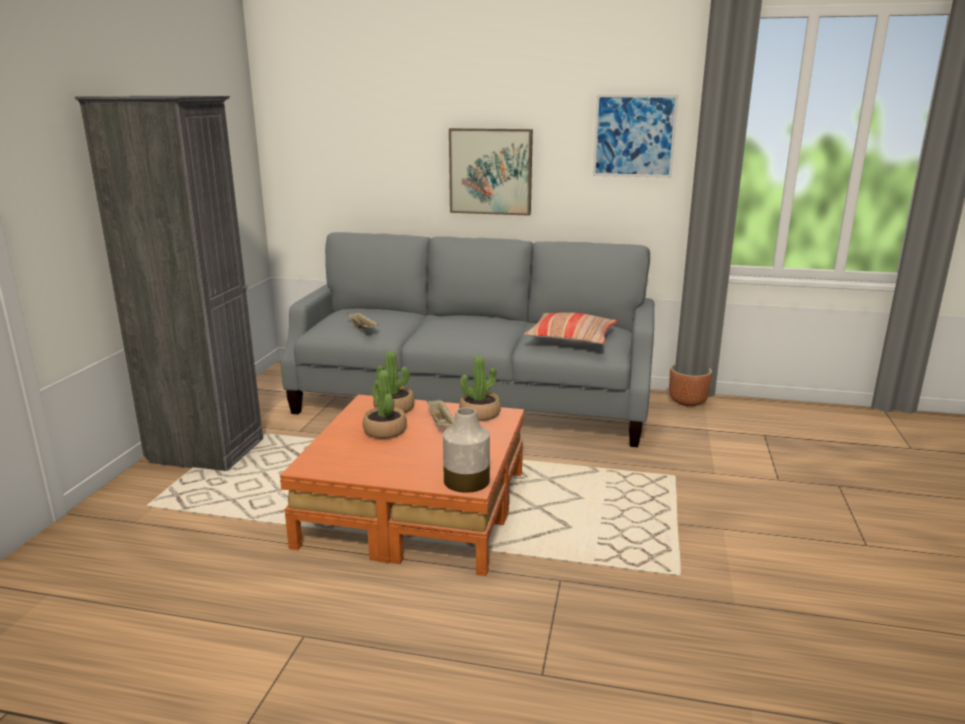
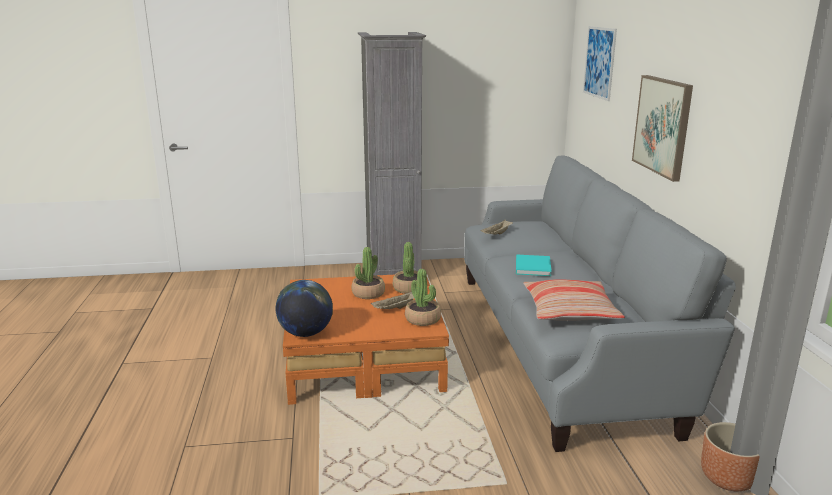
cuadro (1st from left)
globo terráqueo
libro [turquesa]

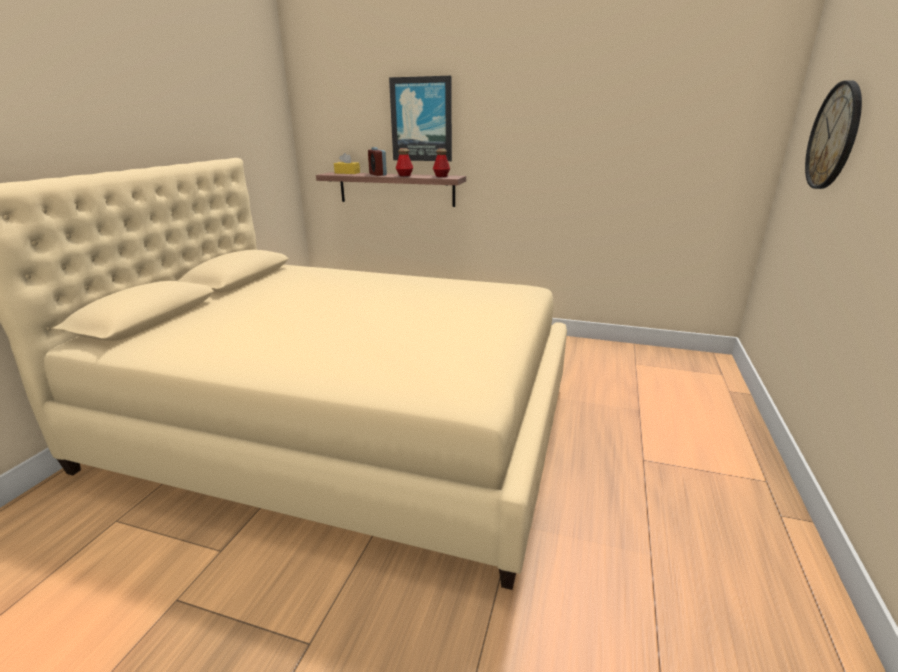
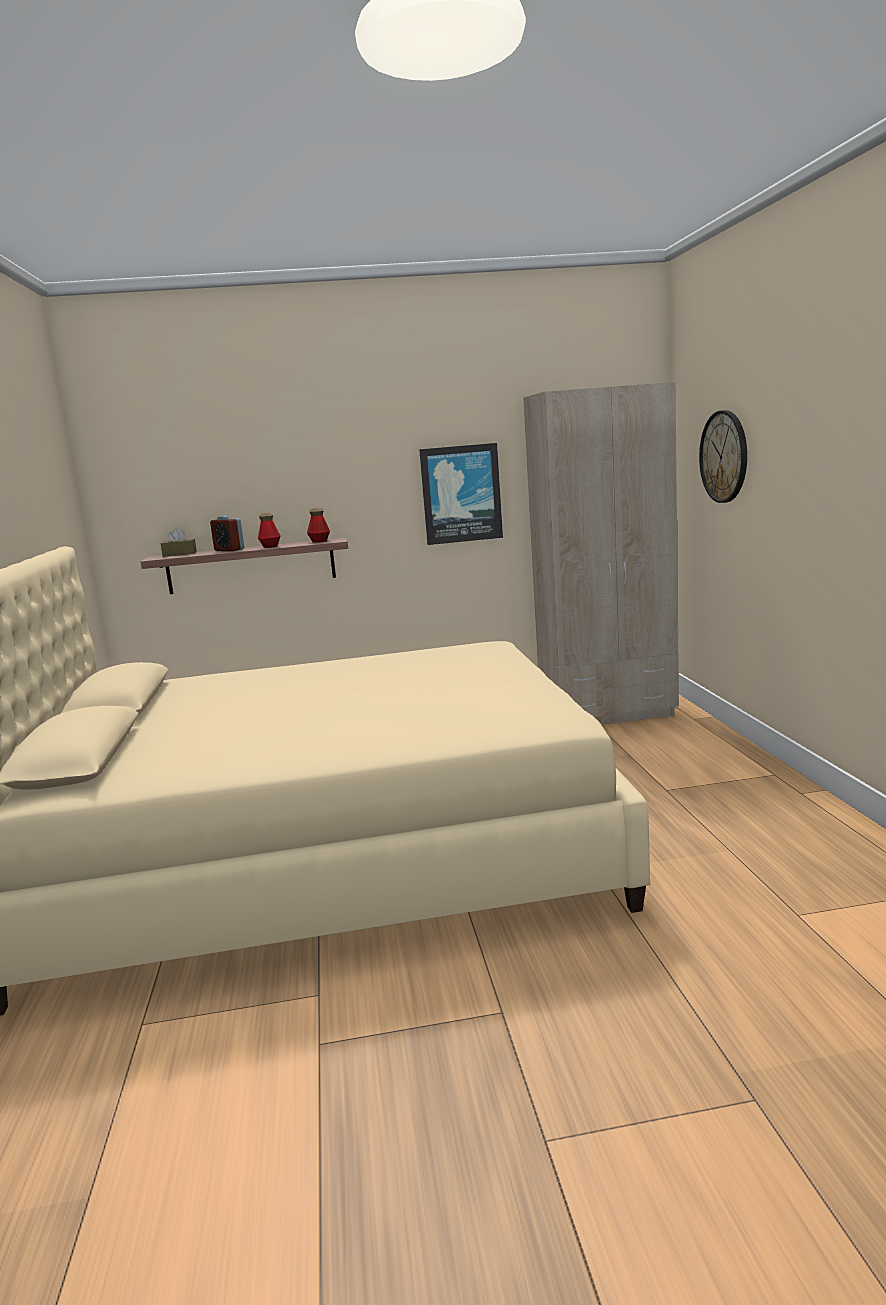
cuadro
caja de pañuelos [marrón]
armario ropero [beis]

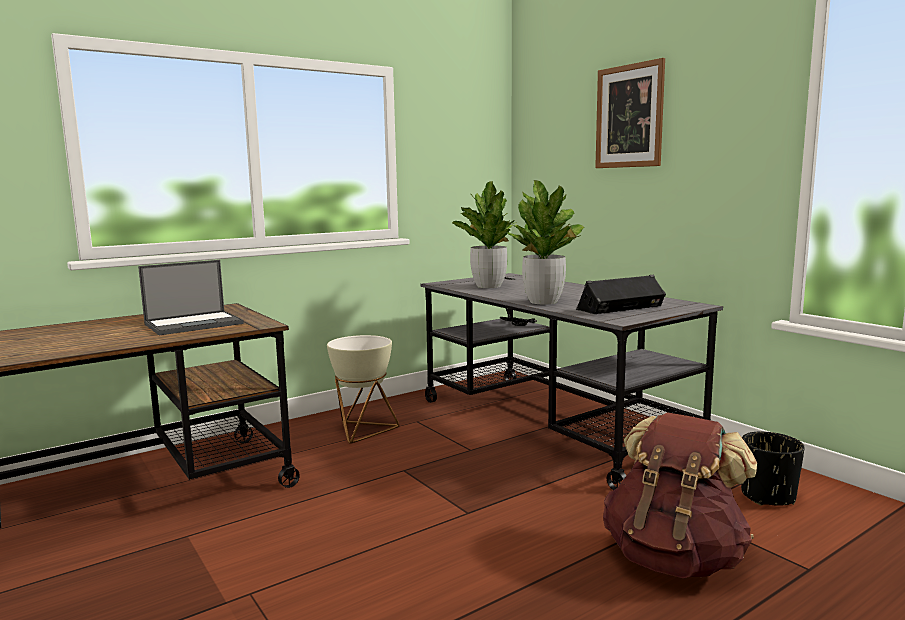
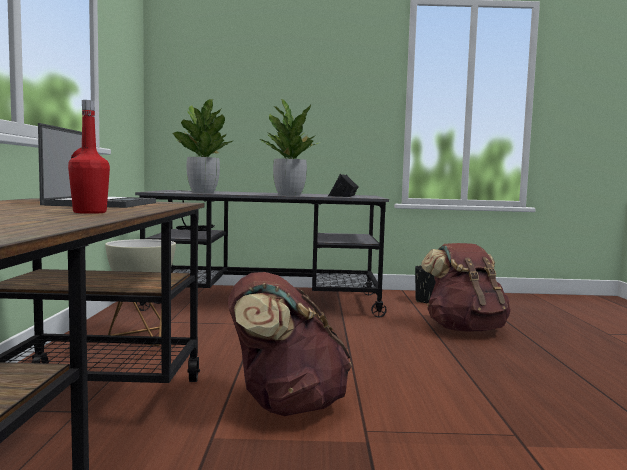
cuadro
botella [rojo]
mochila [marrón] (1st from left)

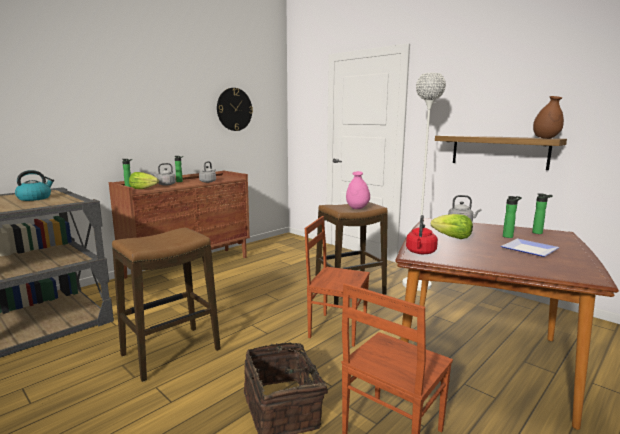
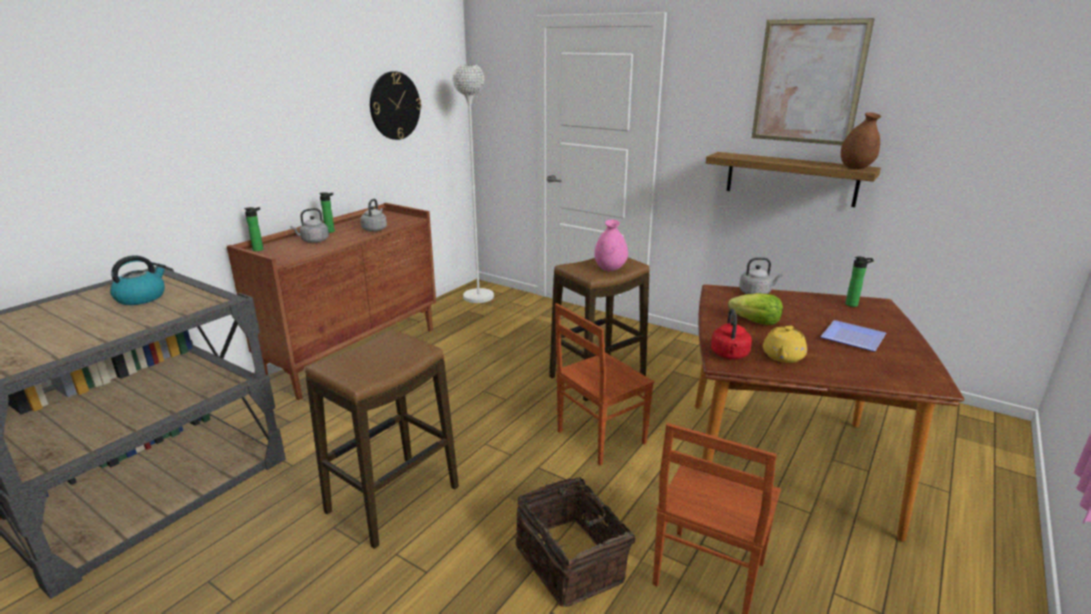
lámpara de pie [blanco]
lechuga (1st from left in the first image)
botella (3rd from left in the first image)
silla [marrón] (1st from left)
cuadro
tetera [amarillo]

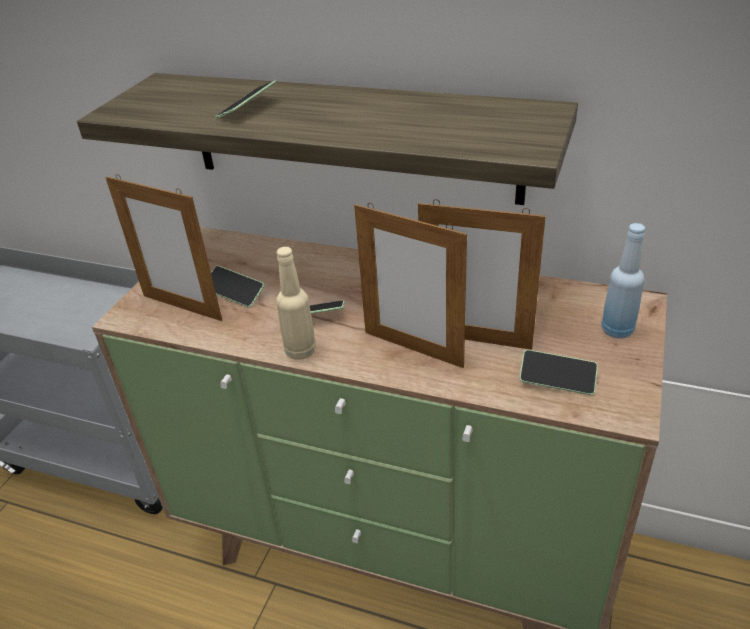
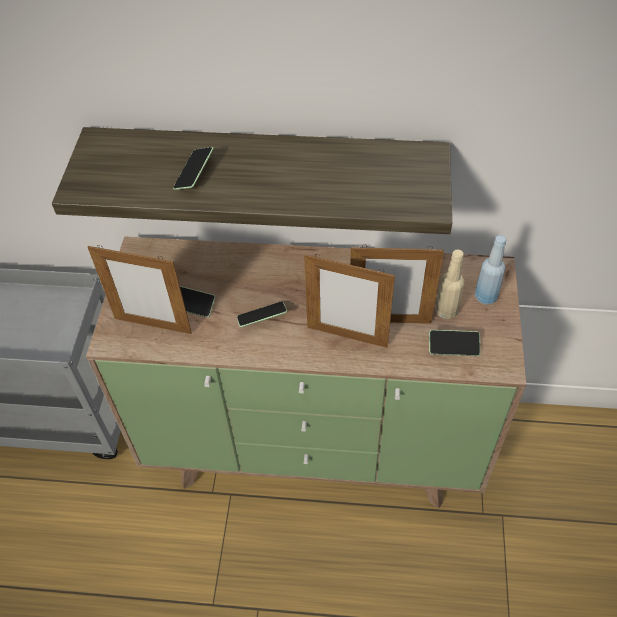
botella [beis]

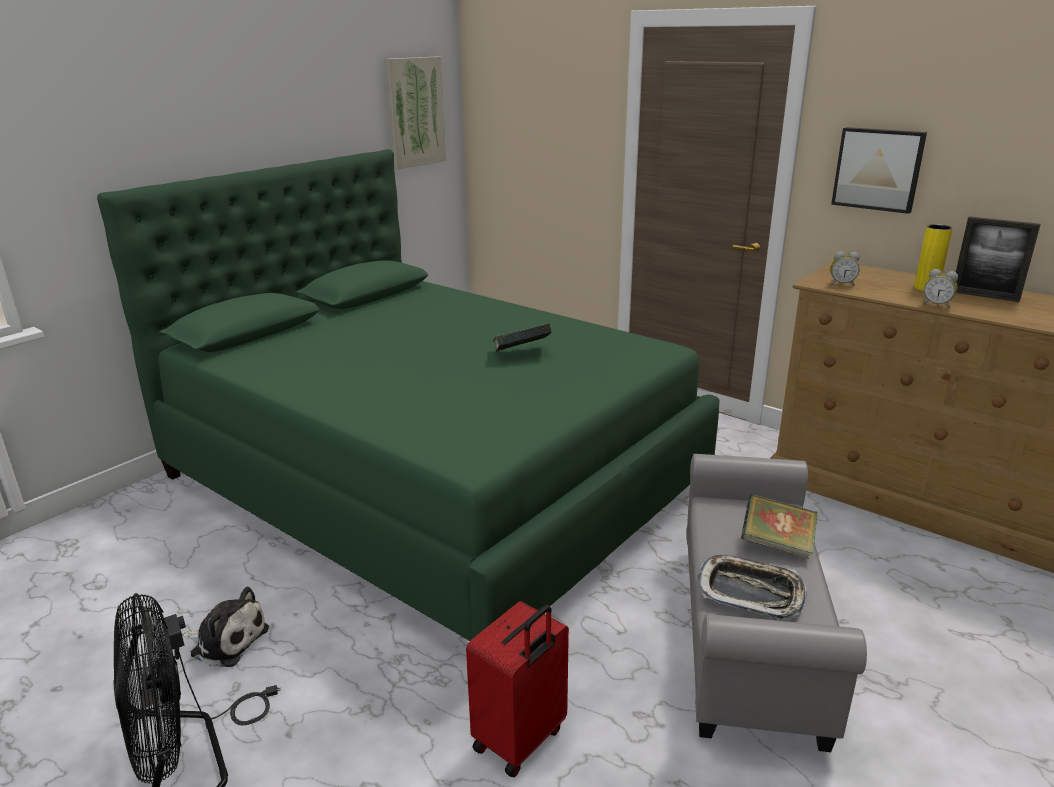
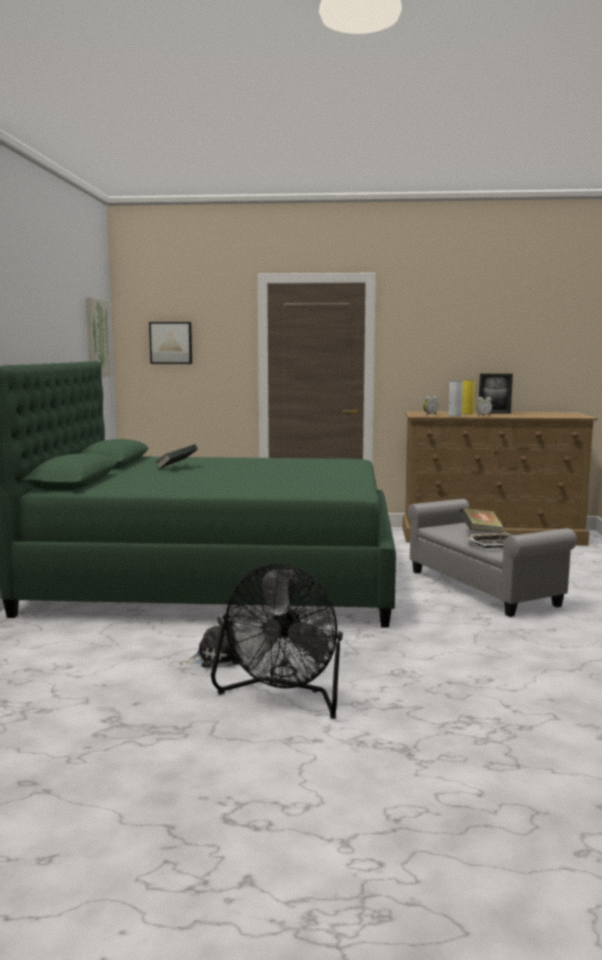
cuadro (2nd from left)
libro (1st from left)
maleta [rojo]
florero [gris]

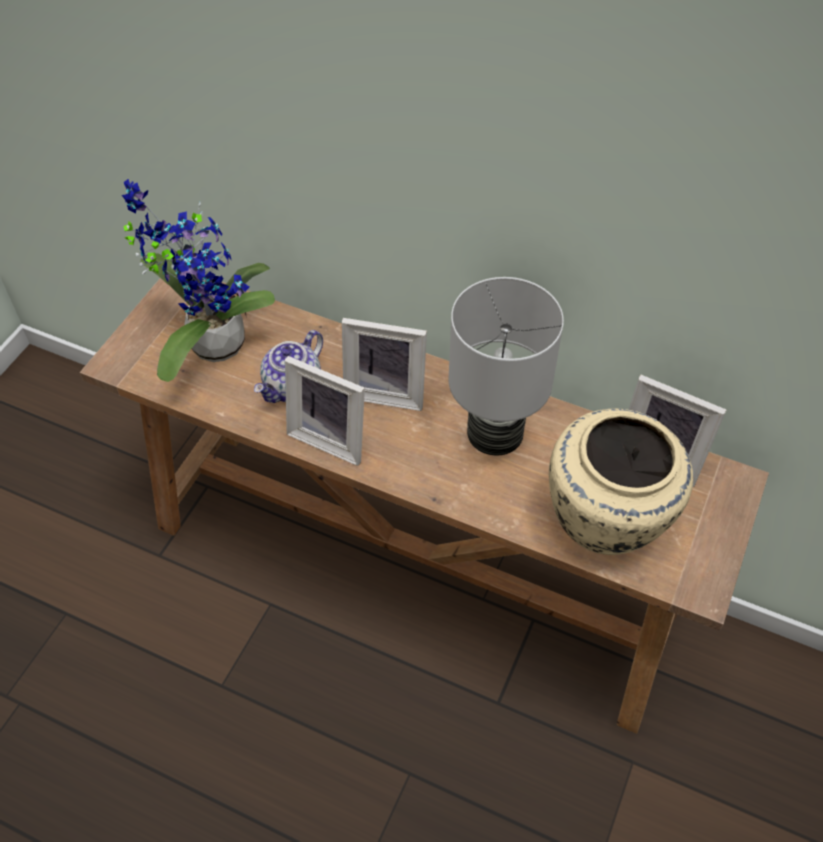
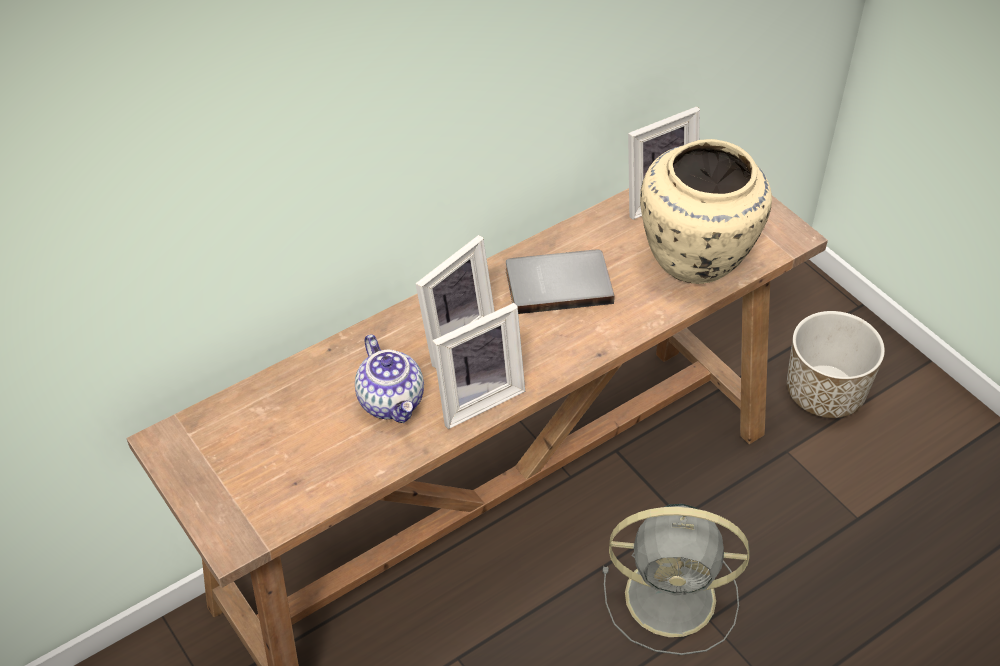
planta en maceta
libro [gris]
maceta
ventilador [gris]

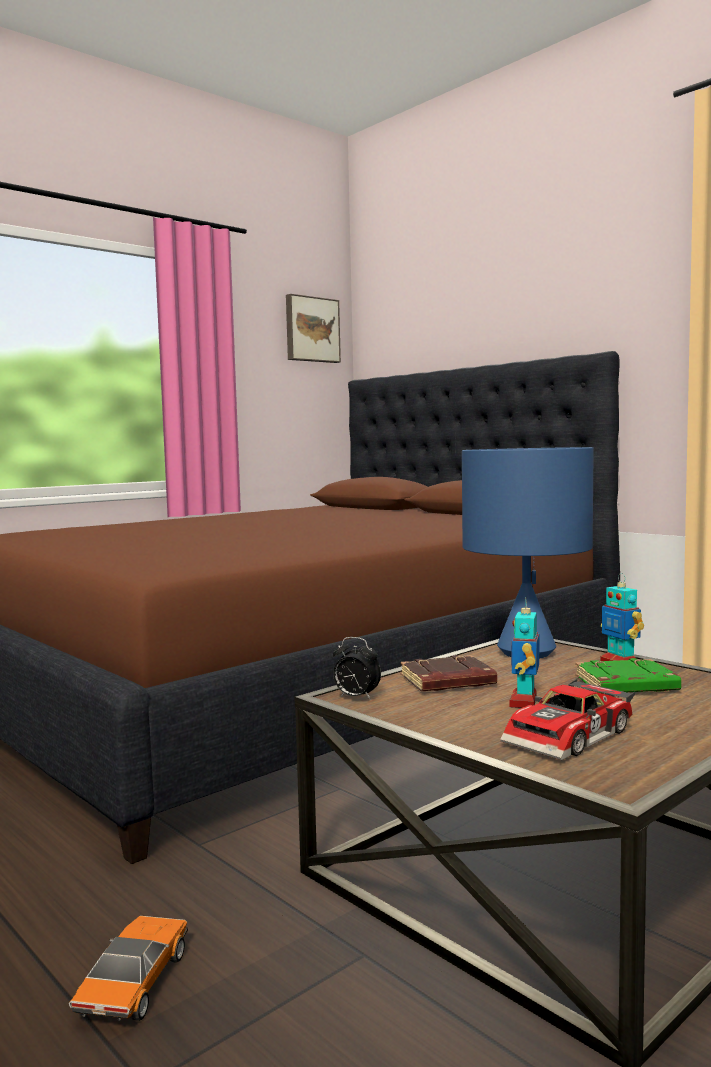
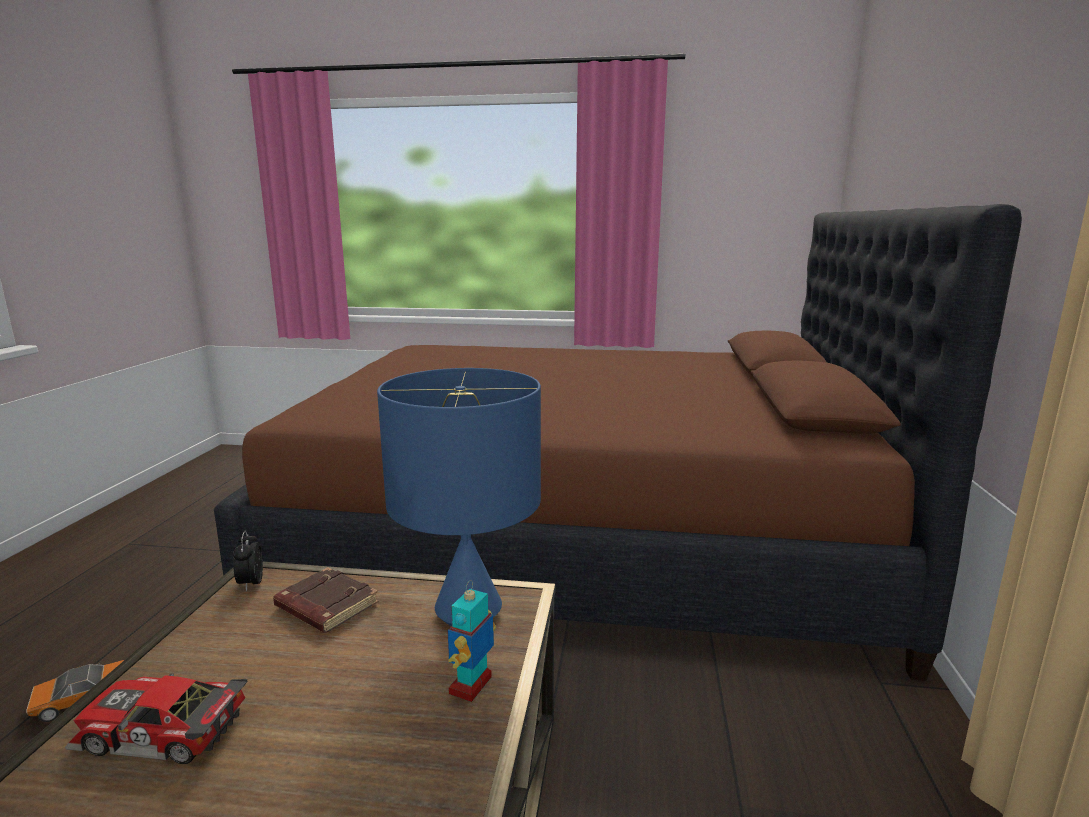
cuadro
robot de juguete (1st from left in the first image)
libro [verde]

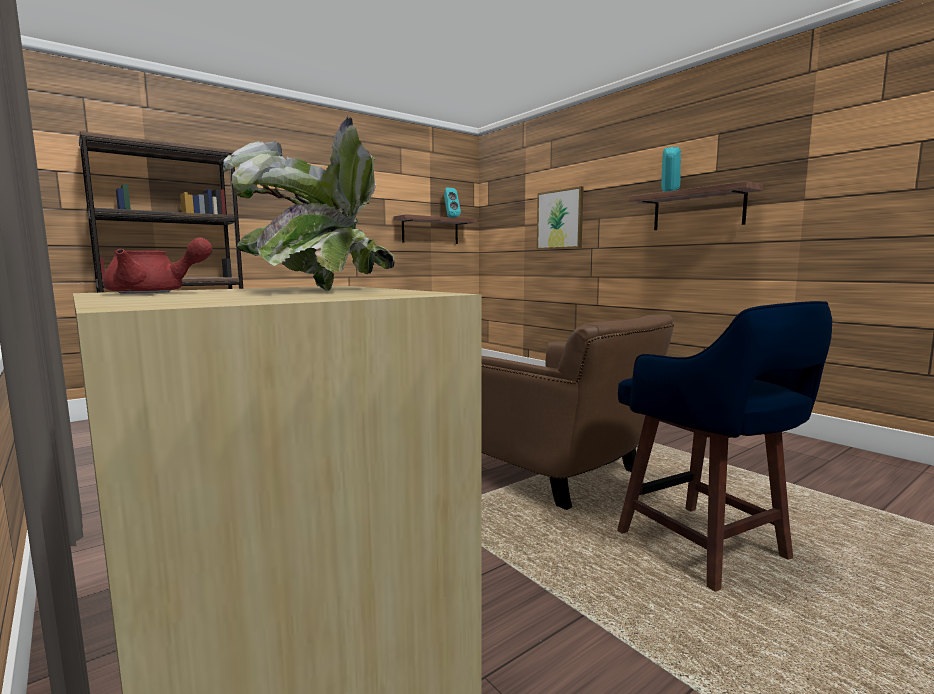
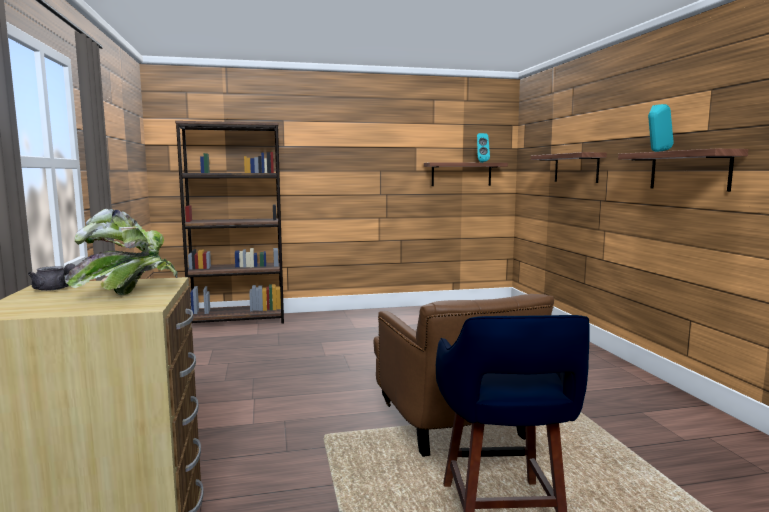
estante (2nd from left)
tetera [gris]

